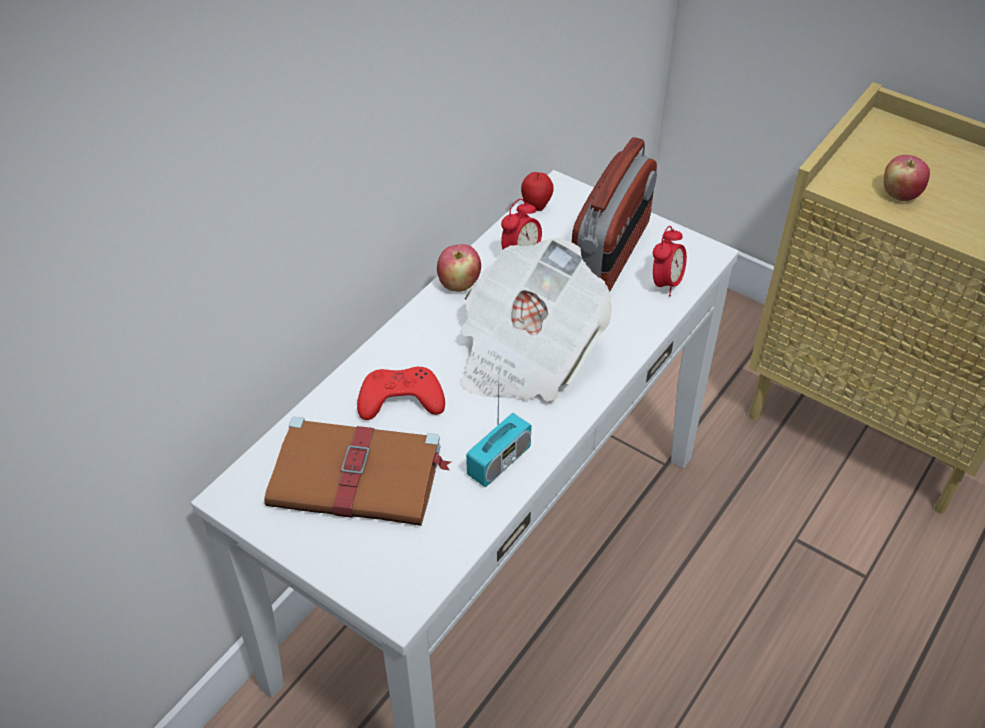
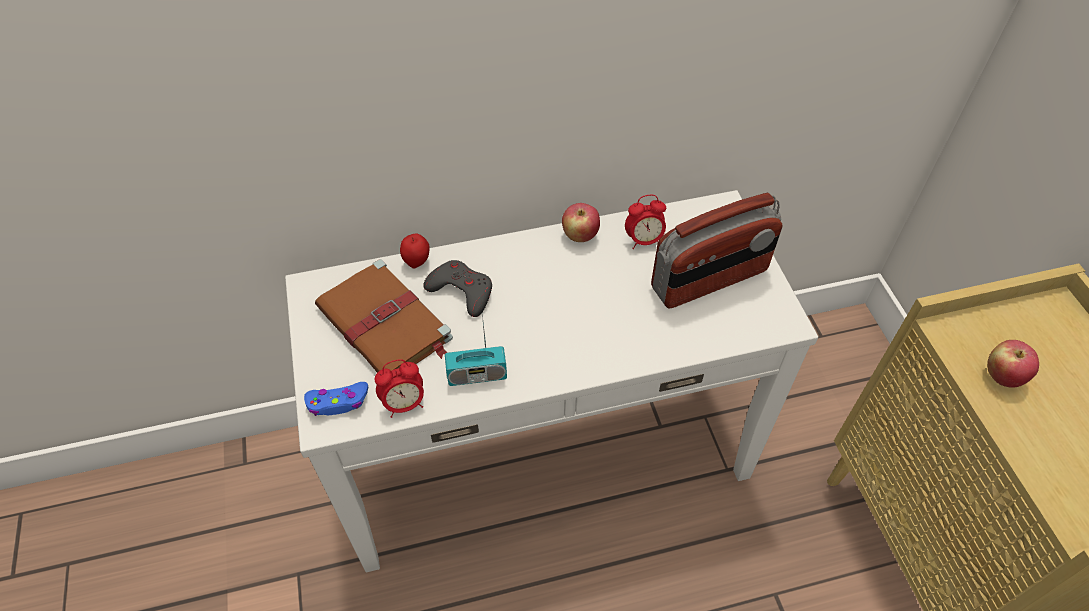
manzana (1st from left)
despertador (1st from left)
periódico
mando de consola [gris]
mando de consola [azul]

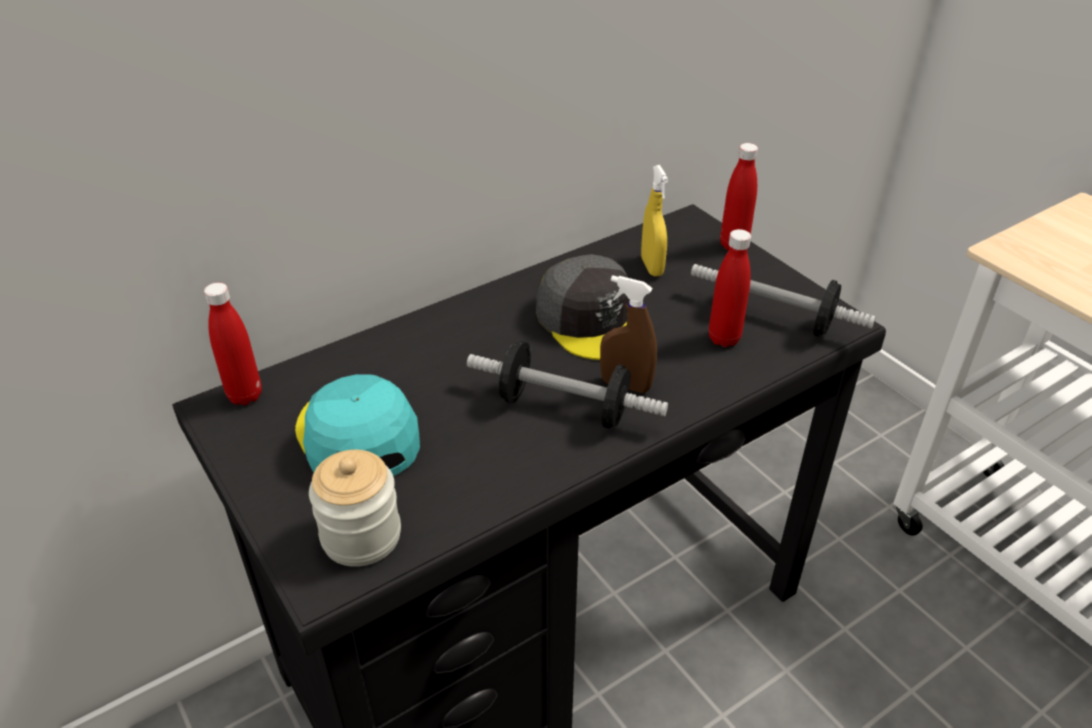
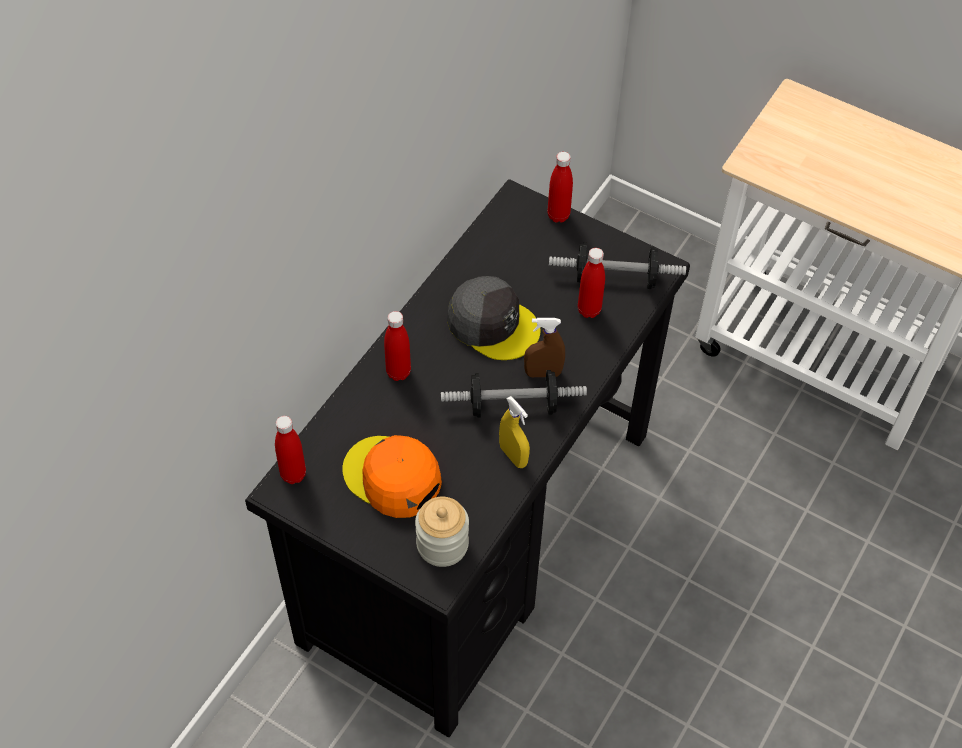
pulverizador [amarillo]
gorra [naranja]
botella [rojo] (2nd from left)

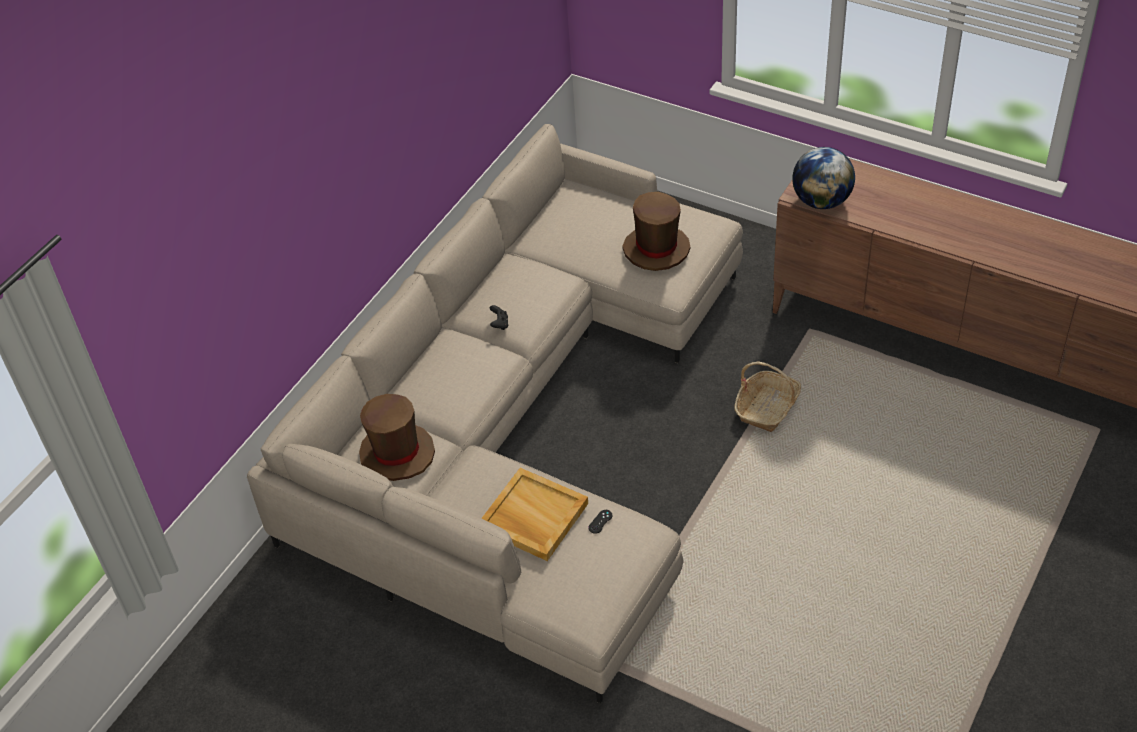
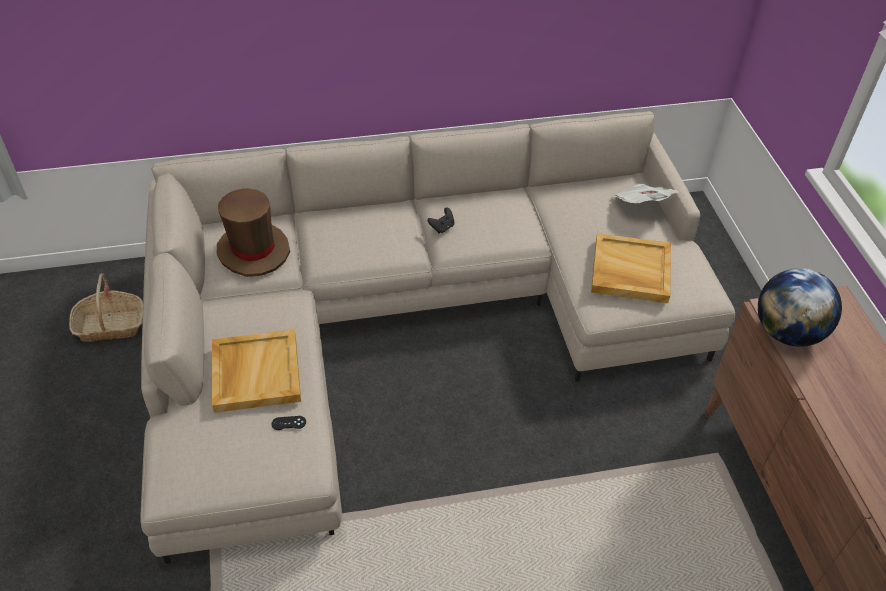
bandeja [beis] (2nd from left)
cesta
periódico

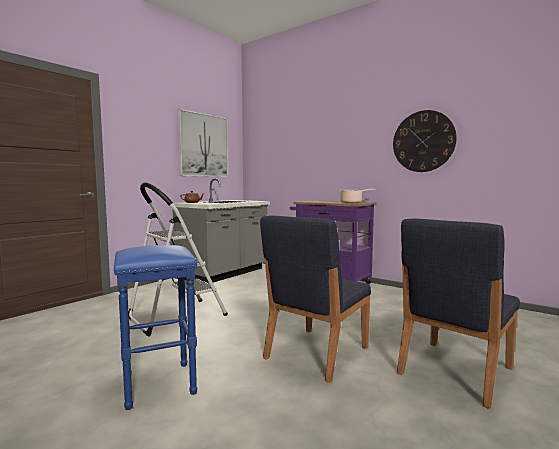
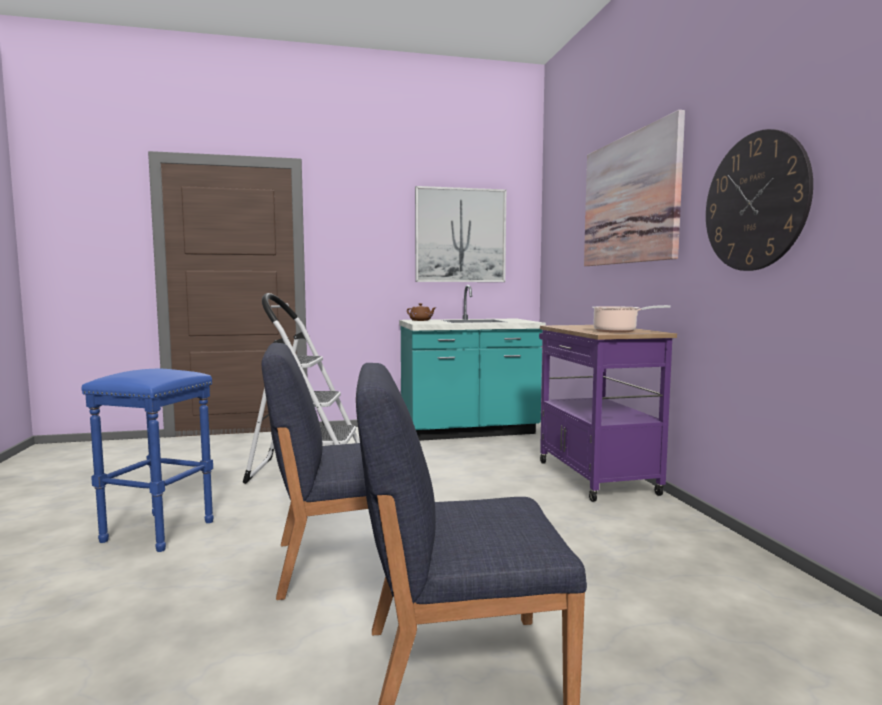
mueble bajo de cocina [turquesa]
cuadro (2nd from left)

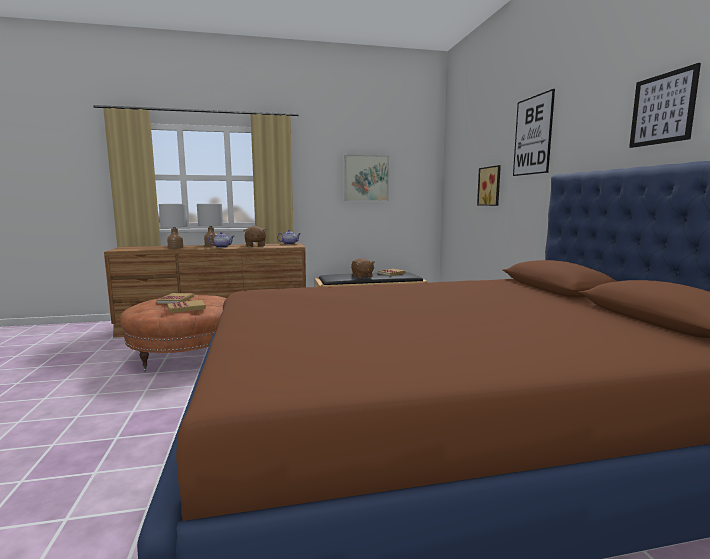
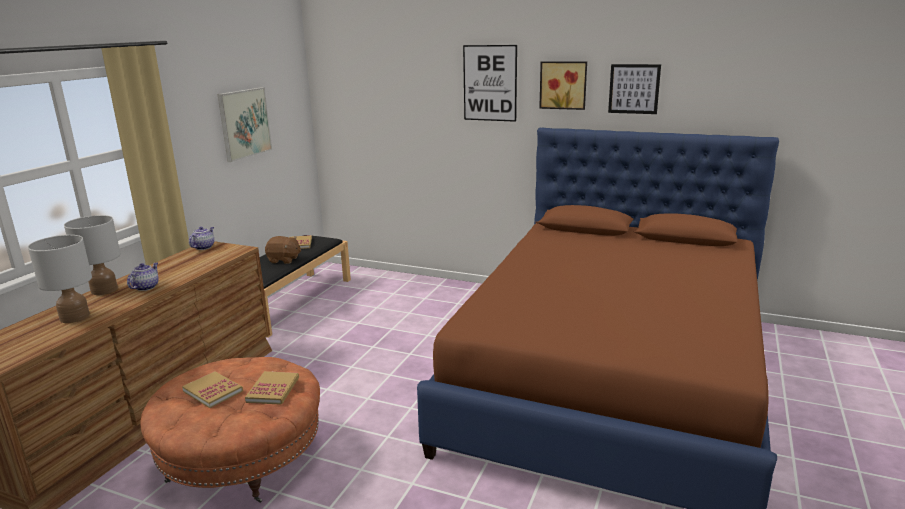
cuadro (3rd from left)
peluche [marrón] (1st from left in the first image)

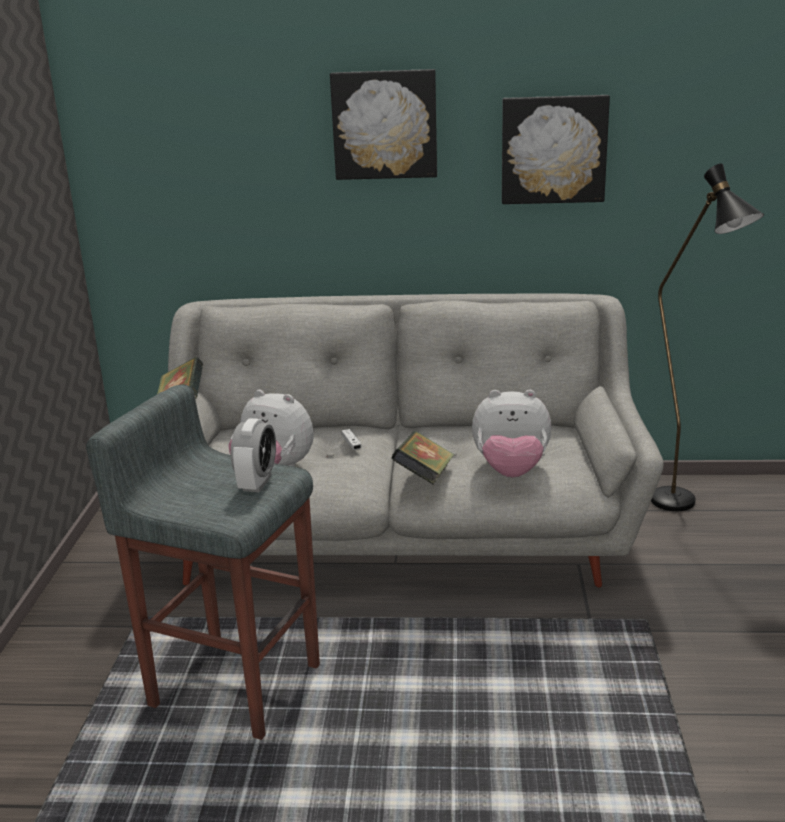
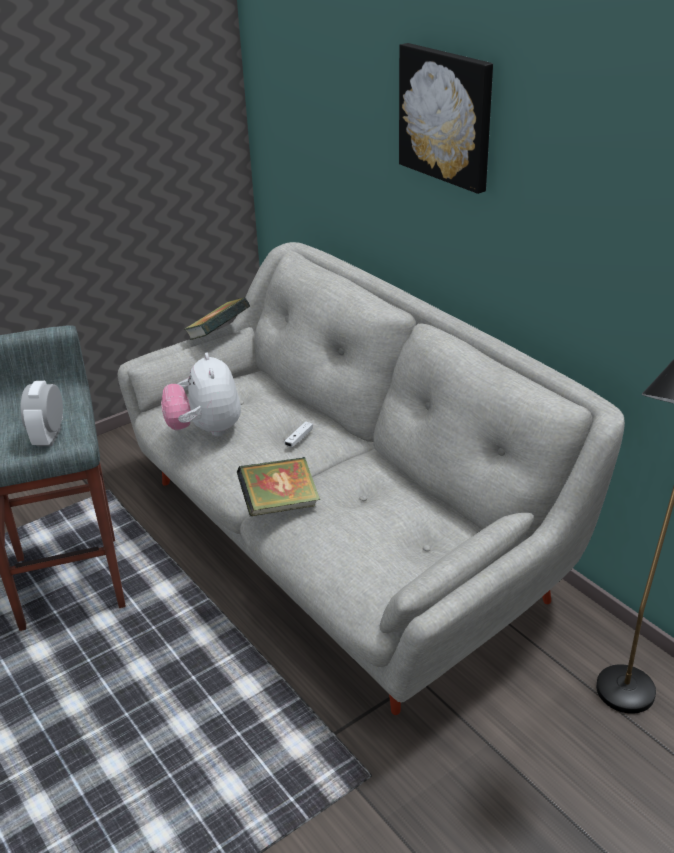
cuadro (2nd from left in the first image)
peluche (2nd from left in the first image)
despertador

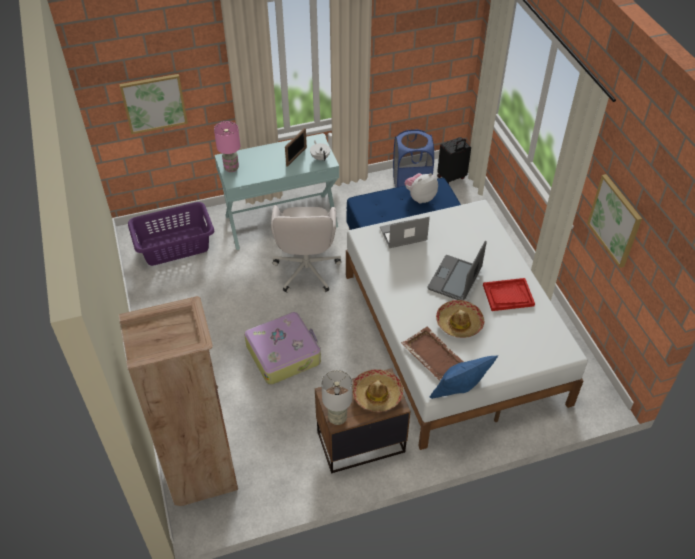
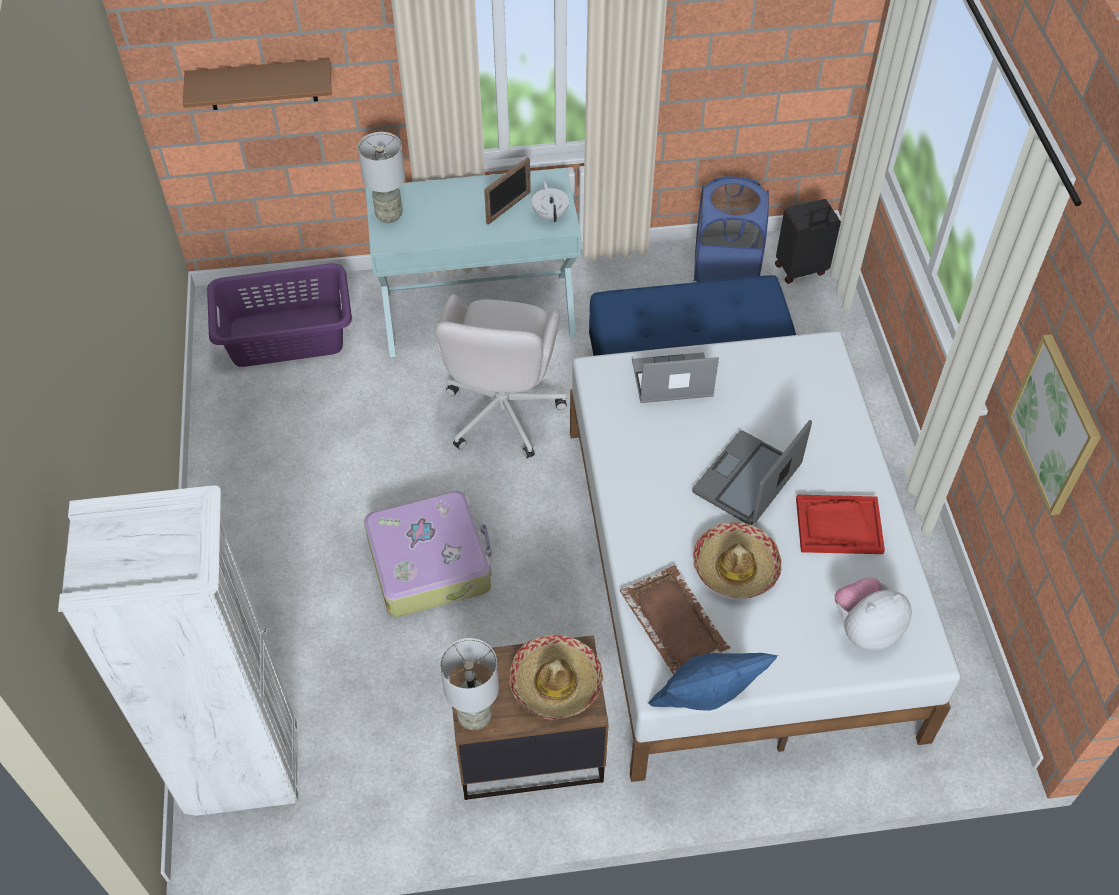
estante [marrón]
lámpara de mesa [gris] (1st from left)
peluche
armario [blanco]

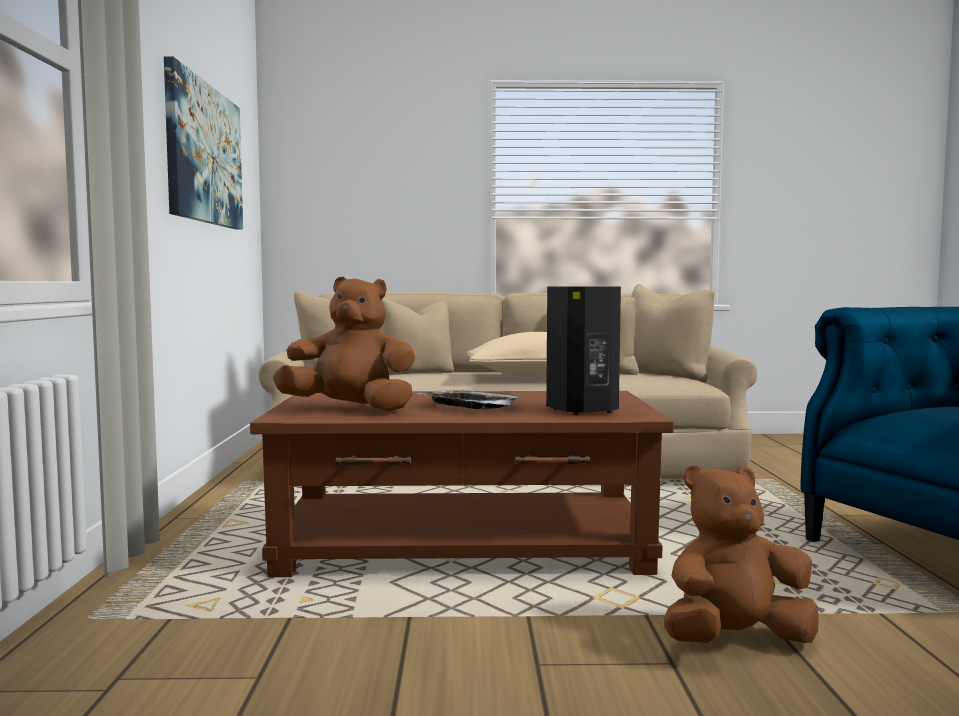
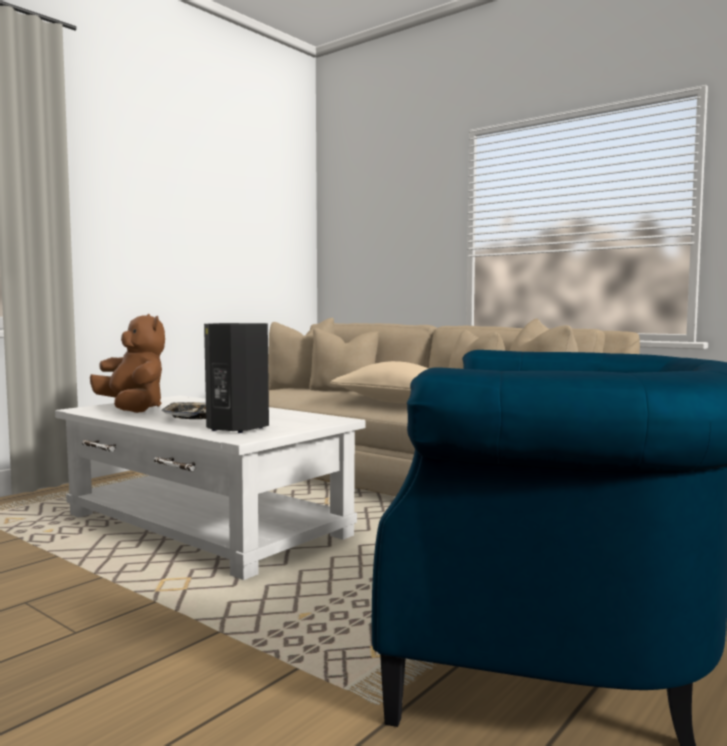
cuadro
mesa de centro [blanco]
peluche [marrón] (2nd from left in the first image)

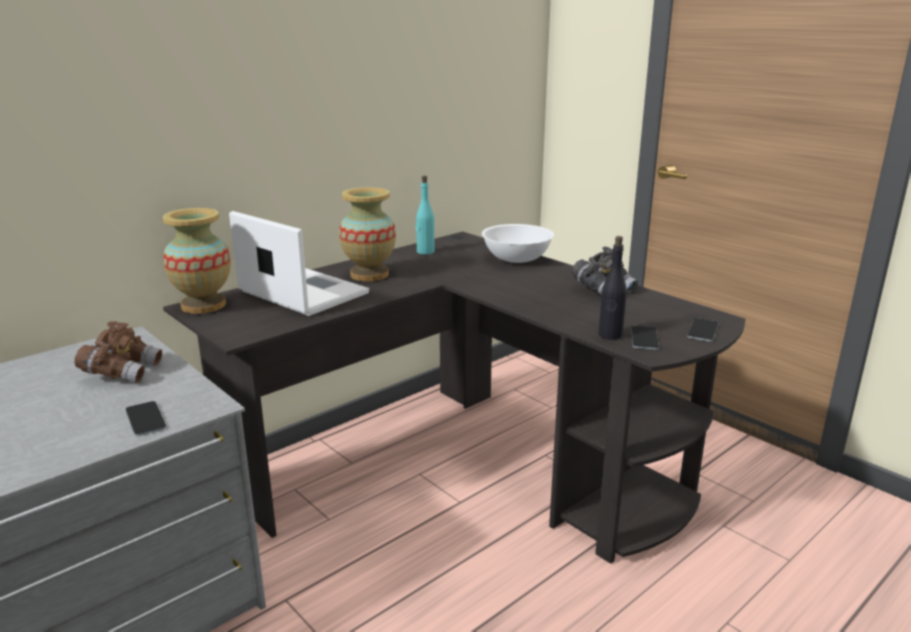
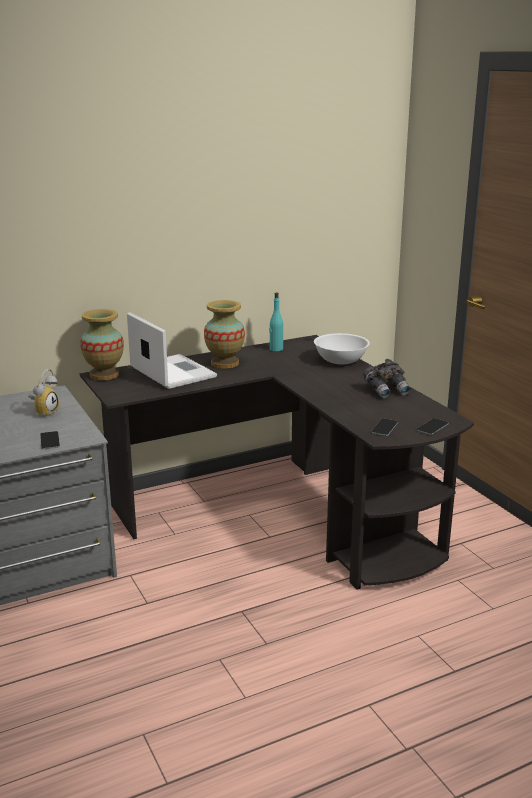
botella [negro]
despertador

